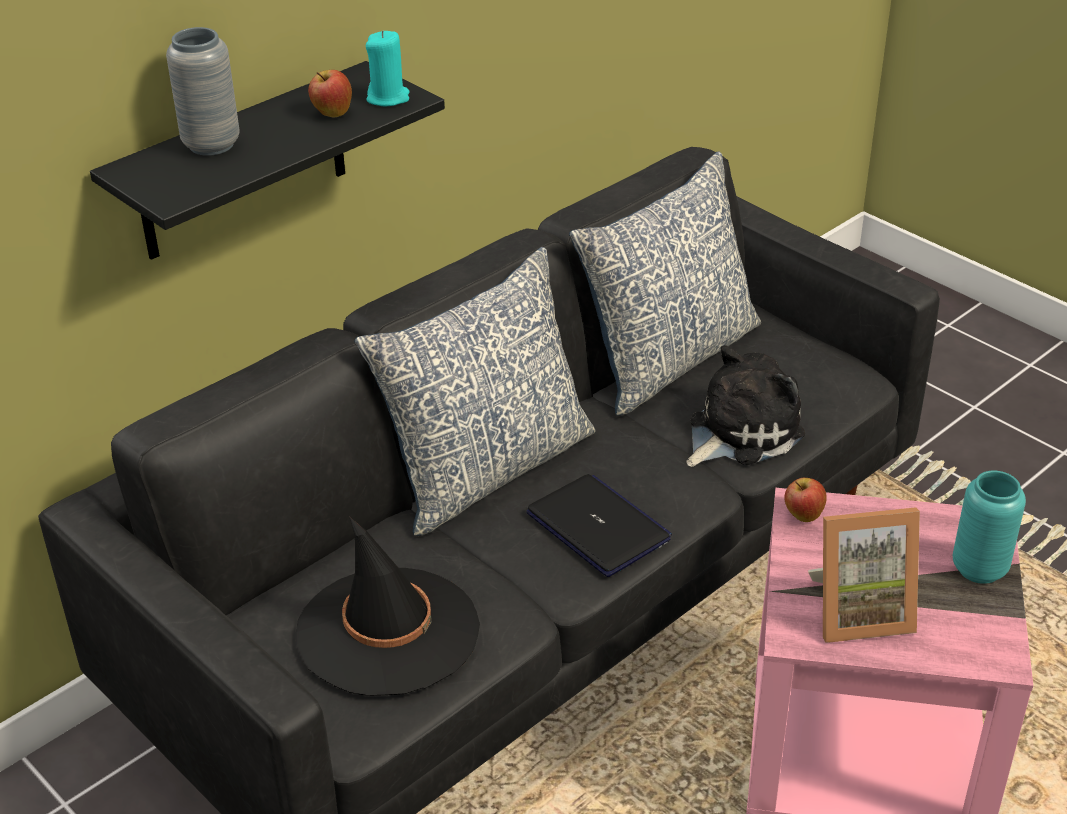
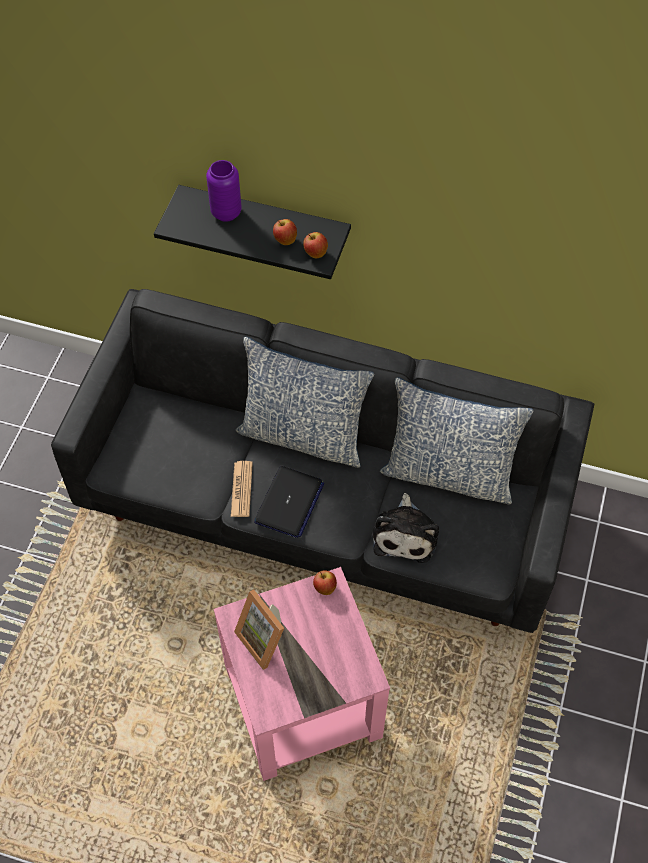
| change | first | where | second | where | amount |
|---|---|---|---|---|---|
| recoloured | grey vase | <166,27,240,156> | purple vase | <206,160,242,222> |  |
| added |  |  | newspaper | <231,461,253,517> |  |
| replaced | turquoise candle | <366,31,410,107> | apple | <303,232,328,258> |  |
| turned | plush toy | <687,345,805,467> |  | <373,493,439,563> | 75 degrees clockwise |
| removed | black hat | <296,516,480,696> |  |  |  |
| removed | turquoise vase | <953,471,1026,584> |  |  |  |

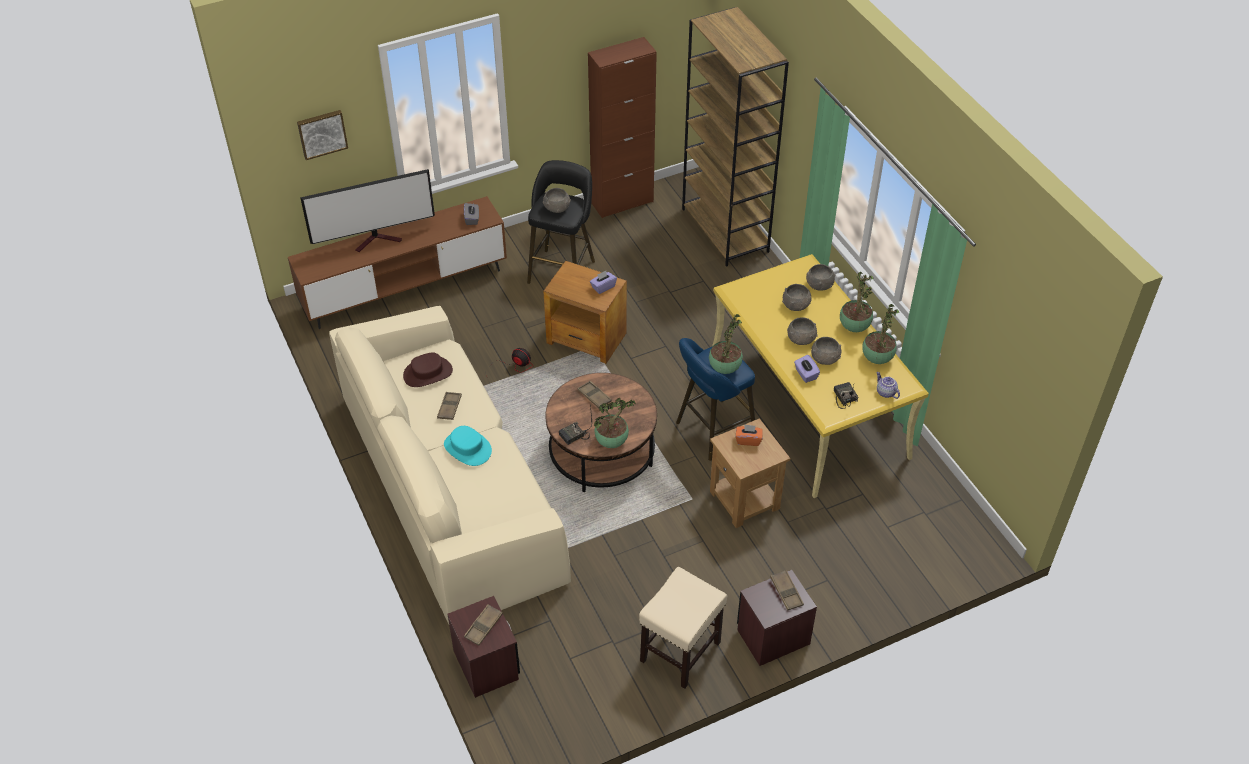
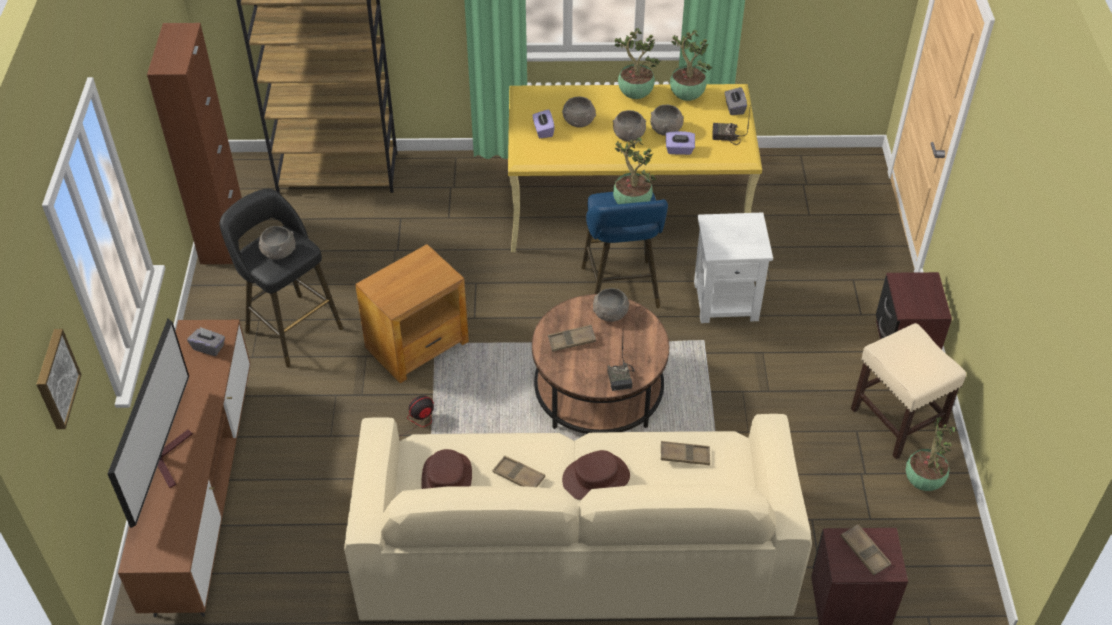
| change | first | where | second | where | amount |
|---|---|---|---|---|---|
| moved | purple tissue box | <590,271,617,294> |  | <533,109,555,138> |  |
| recoloured | turquoise hat | <444,426,492,466> | brown hat | <562,450,630,500> |  |
| moved | grey bowl | <806,264,836,291> |  | <593,288,629,322> |  |
| moved | brown tray | <770,570,804,611> |  | <661,441,710,465> |  |
| recoloured | brown side table | <710,418,790,528> | white side table | <694,213,773,323> |  |
| replaced | teapot | <876,372,900,399> | grey tissue box | <725,87,747,115> |  |
| moved | potted plant | <594,398,636,448> |  | <906,417,956,491> |  |
| removed | orange tissue box | <736,424,763,446> |  |  |  |

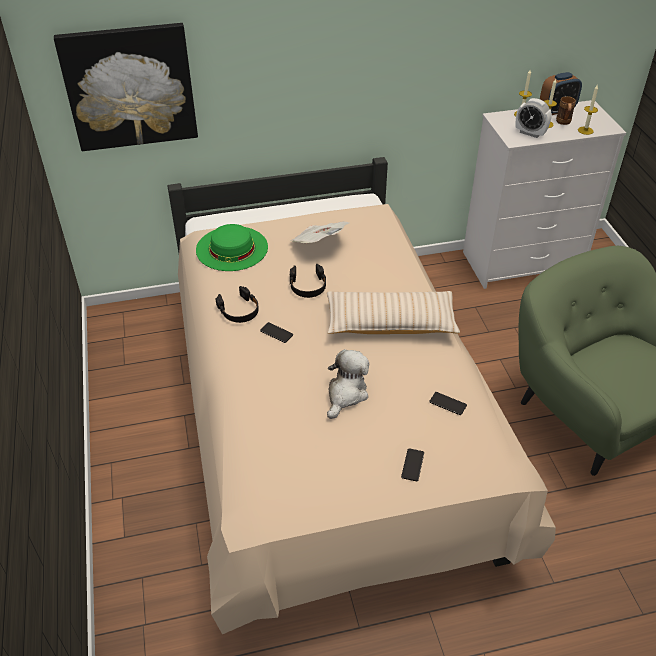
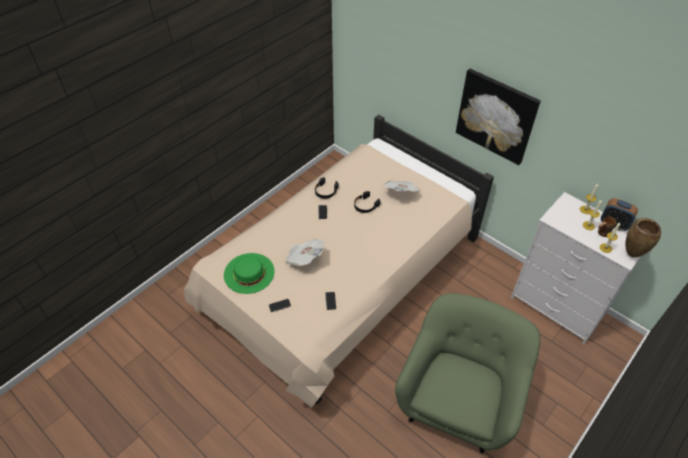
| change | first | where | second | where | amount |
|---|---|---|---|---|---|
| moved | green hat | <196,224,268,271> |  | <224,253,275,294> |  |
| replaced | plush toy | <327,349,369,419> | newspaper | <285,239,324,266> |  |
| moved | picture | <54,23,198,151> |  | <456,69,541,165> |  |
| added |  |  | brown vase | <625,218,661,257> |  |
| removed | beige pillow | <327,291,460,334> |  |  |  |
| removed | alarm clock | <516,98,552,138> |  |  |  |

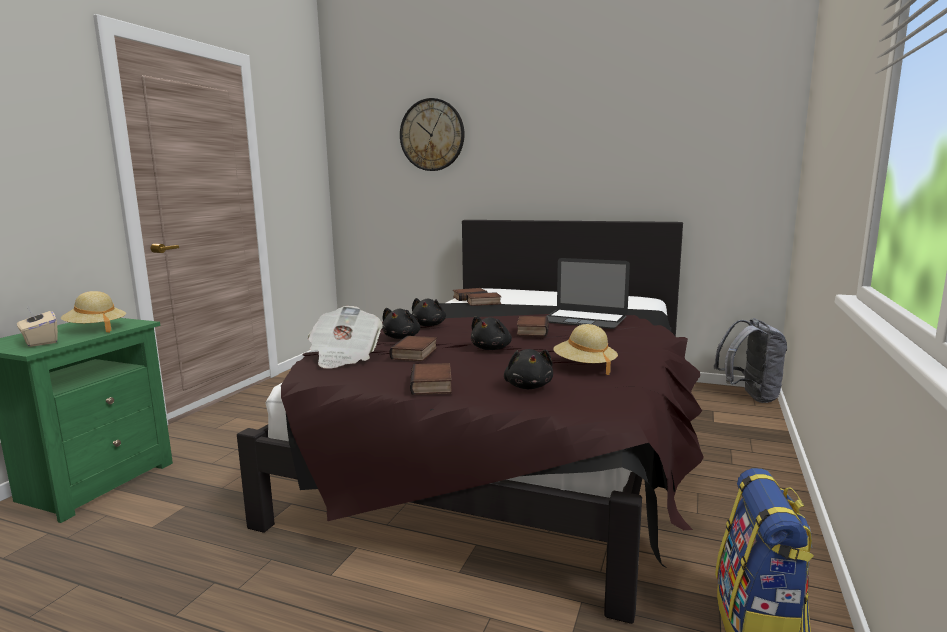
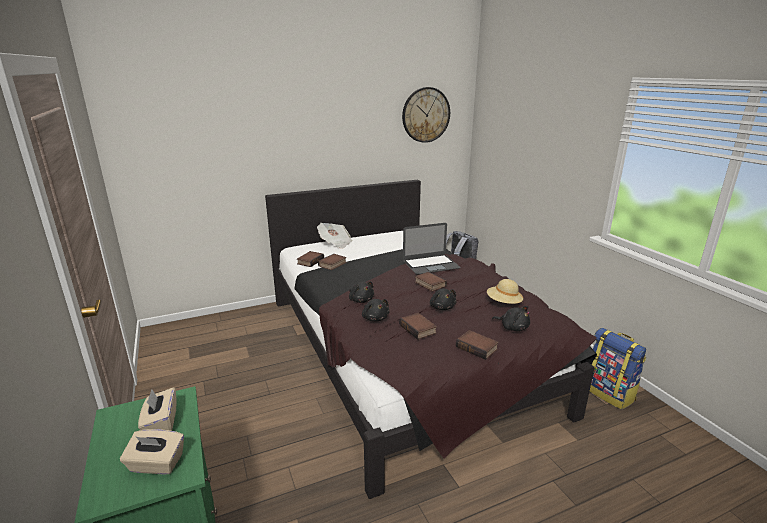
| change | first | where | second | where | amount |
|---|---|---|---|---|---|
| replaced | beige hat | <61,291,126,333> | beige tissue box | <138,387,176,431> |  |
| moved | newspaper | <308,306,383,368> |  | <317,223,353,249> |  |
| moved | wall clock | <400,98,464,171> |  | <402,87,450,143> |  |

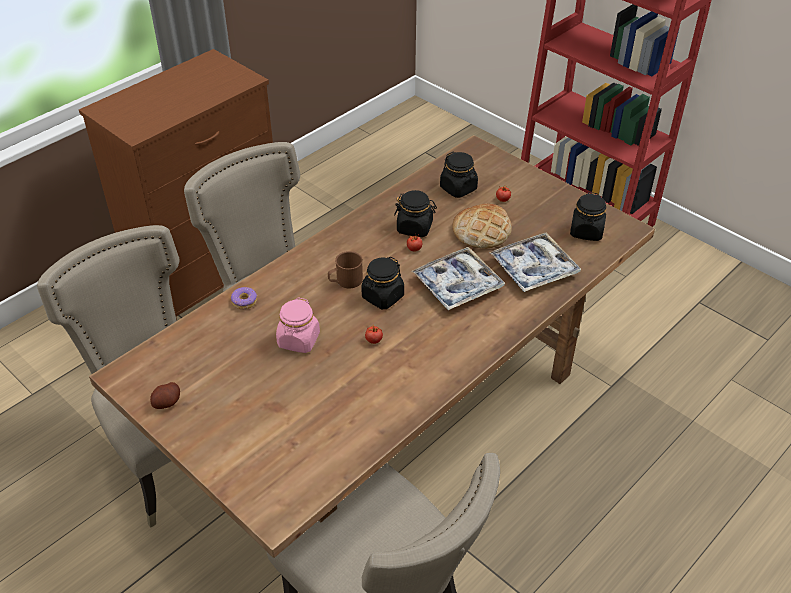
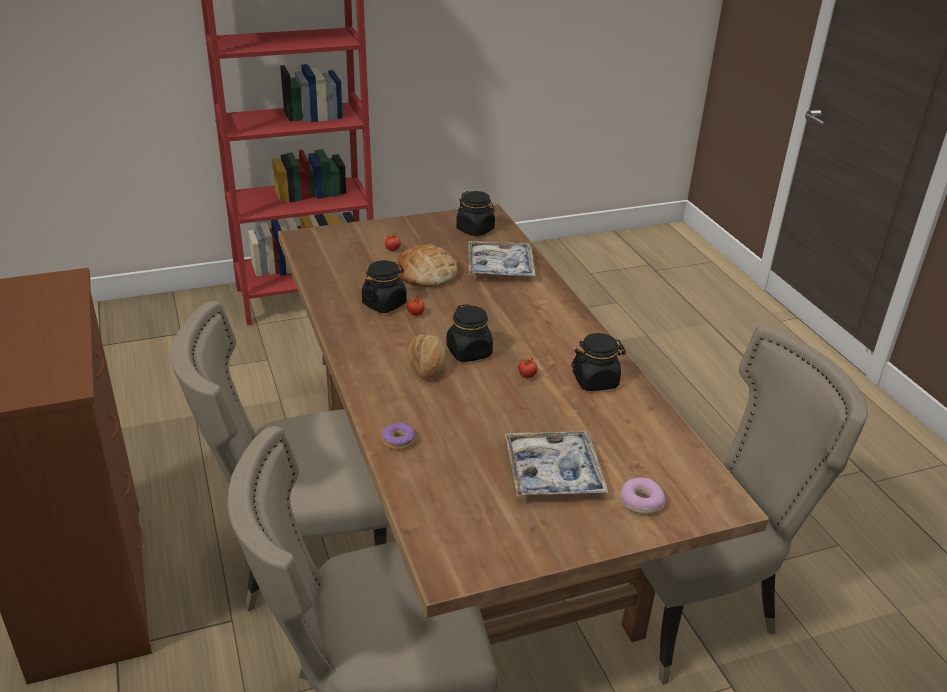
| change | first | where | second | where | amount |
|---|---|---|---|---|---|
| replaced | brown mug | <328,251,363,289> | bread | <408,334,445,380> |  |
| moved | tray | <411,247,505,311> |  | <505,431,608,497> |  |
| moved | black jar | <440,152,478,198> |  | <571,333,626,391> |  |
| added |  |  | donut | <620,478,666,514> |  |
| removed | potato | <150,382,180,409> |  |  |  |
| removed | pink jar | <276,297,320,353> |  |  |  |

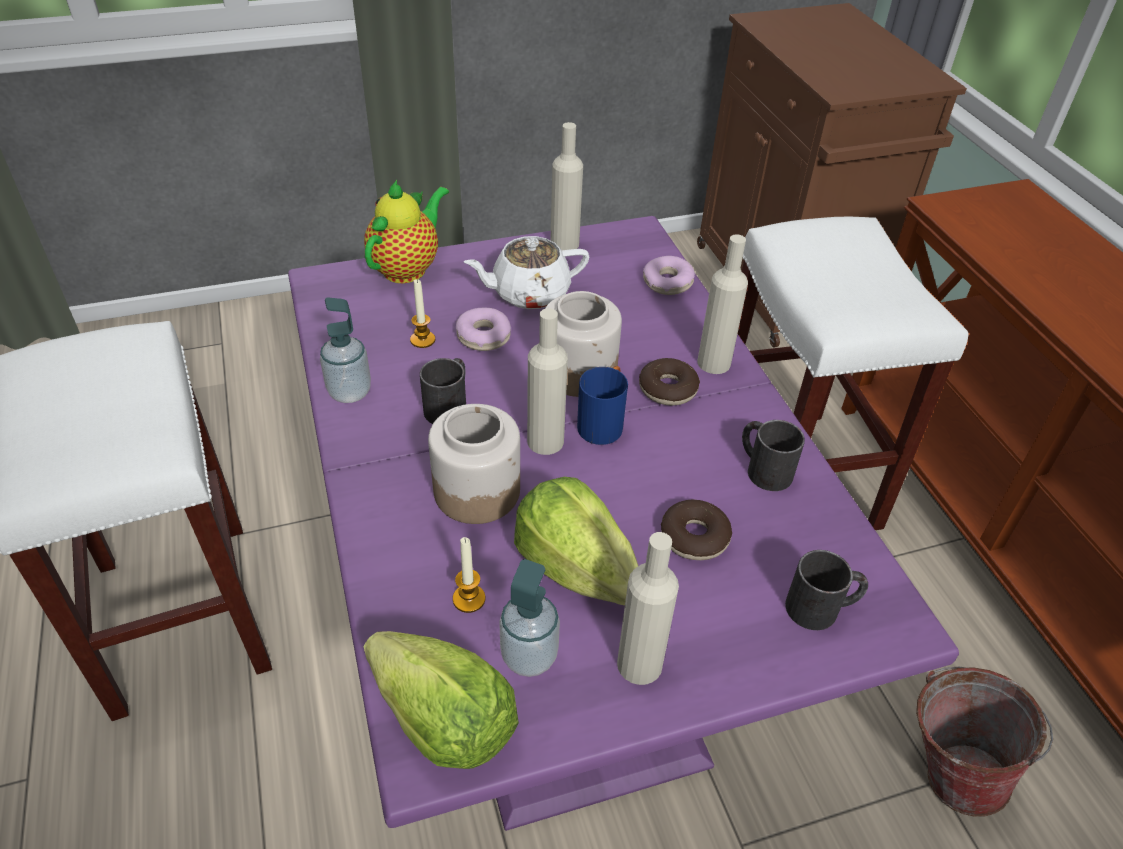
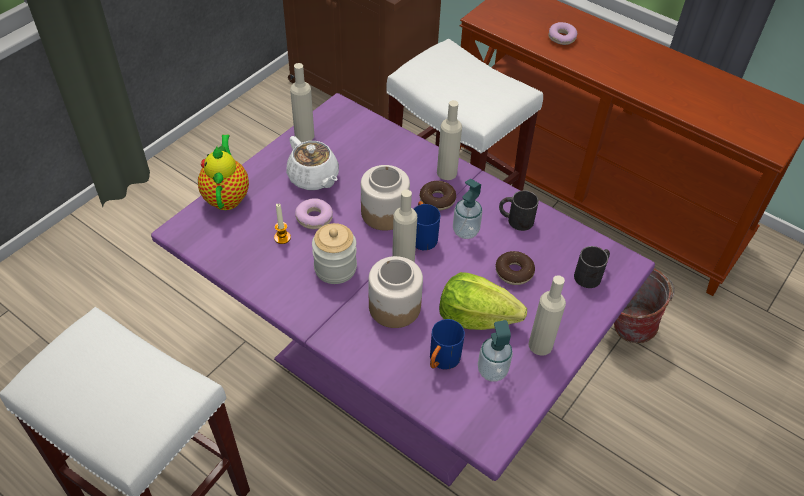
| change | first | where | second | where | amount |
|---|---|---|---|---|---|
| turned | white teapot | <464,236,589,309> |  | <286,136,339,190> | 75 degrees counterclockwise |
| replaced | black mug | <420,358,466,424> | jar | <312,223,357,284> |  |
| replaced | candle | <453,537,485,613> | blue mug | <430,319,465,369> |  |
| moved | soap dispenser | <320,297,371,403> |  | <453,179,482,239> |  |
| moved | donut | <643,256,695,295> |  | <548,22,578,45> |  |
| removed | lettuce | <363,631,519,769> |  |  |  |

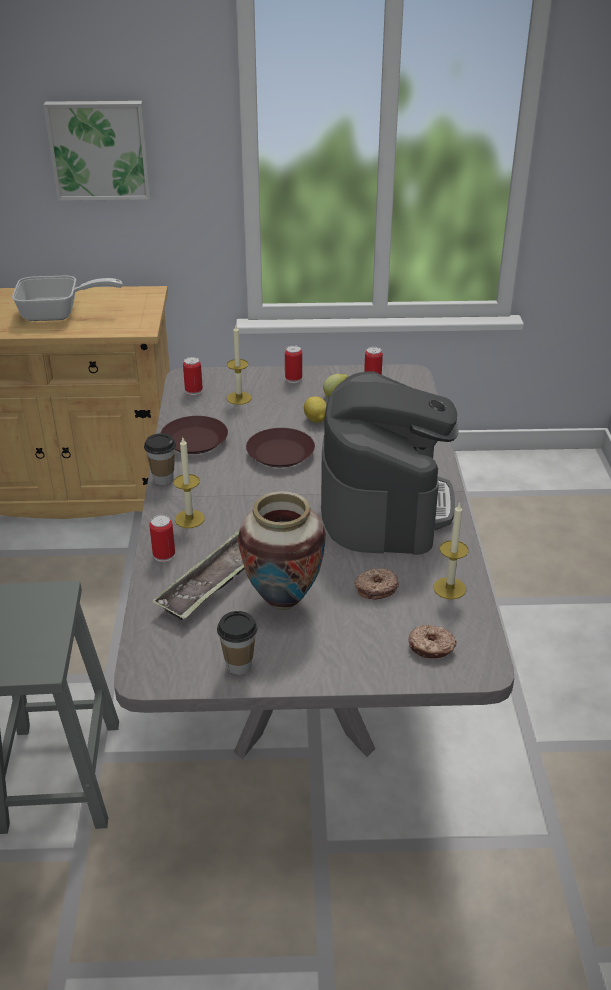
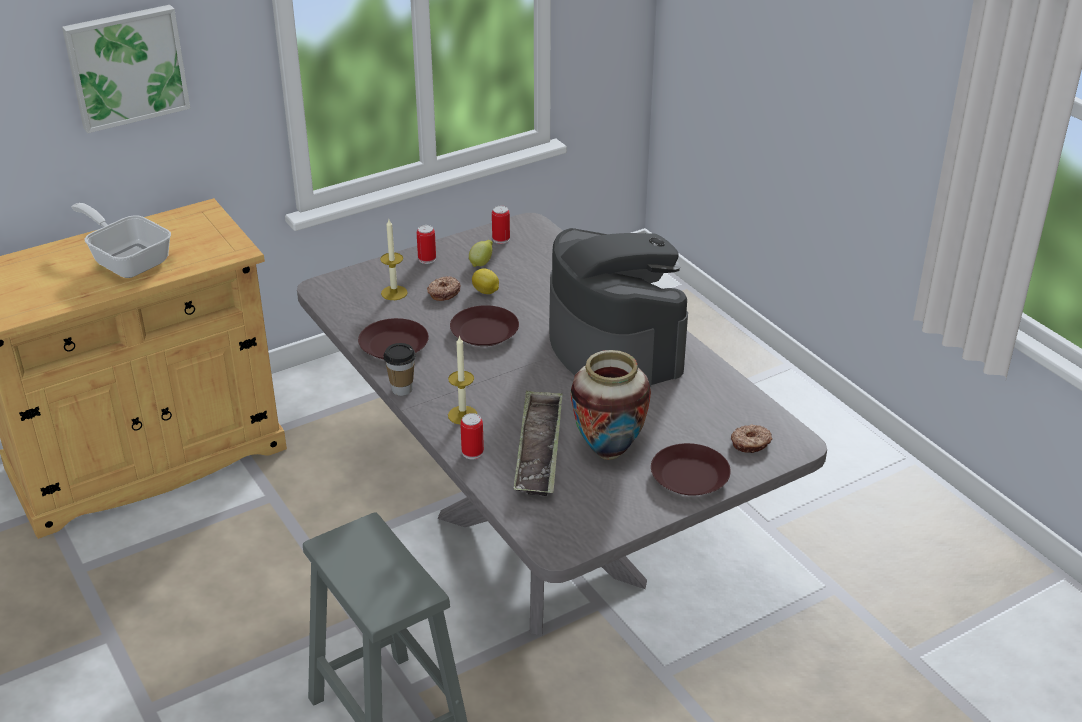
| change | first | where | second | where | amount |
|---|---|---|---|---|---|
| turned | frying pan | <12,276,122,321> |  | <72,203,171,278> | 105 degrees counterclockwise |
| moved | donut | <355,568,399,600> |  | <427,276,461,301> |  |
| added |  |  | brown plate | <651,443,731,496> |  |
| removed | can | <183,357,203,395> |  |  |  |
| removed | cup | <217,611,258,675> |  |  |  |
| removed | candle | <433,502,468,600> |  |  |  |

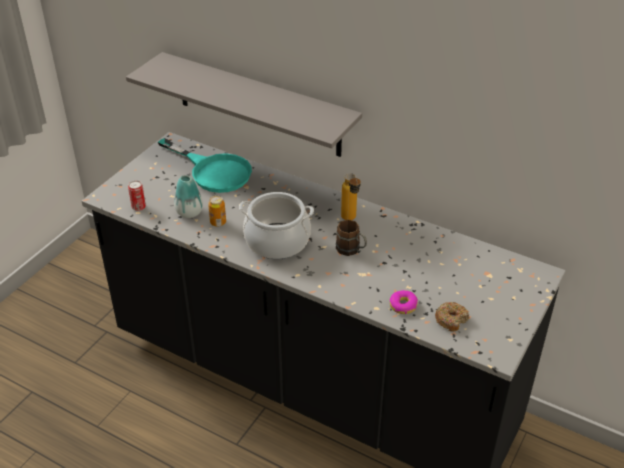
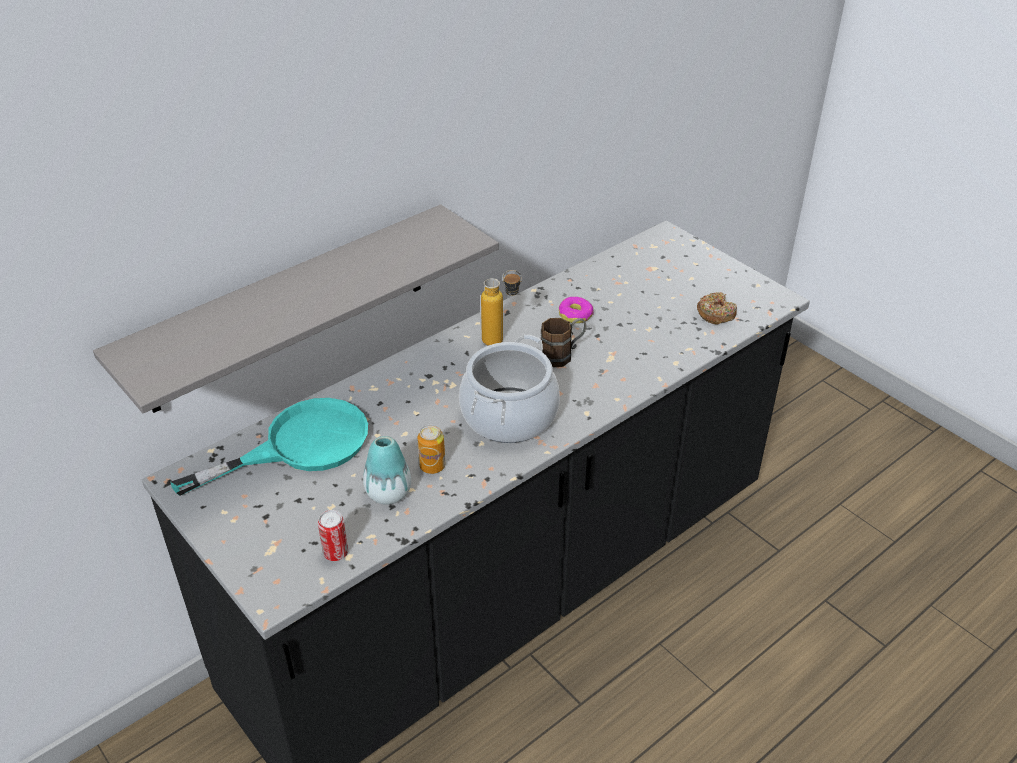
| change | first | where | second | where | amount |
|---|---|---|---|---|---|
| moved | donut | <390,290,418,314> |  | <559,297,594,323> |  |

